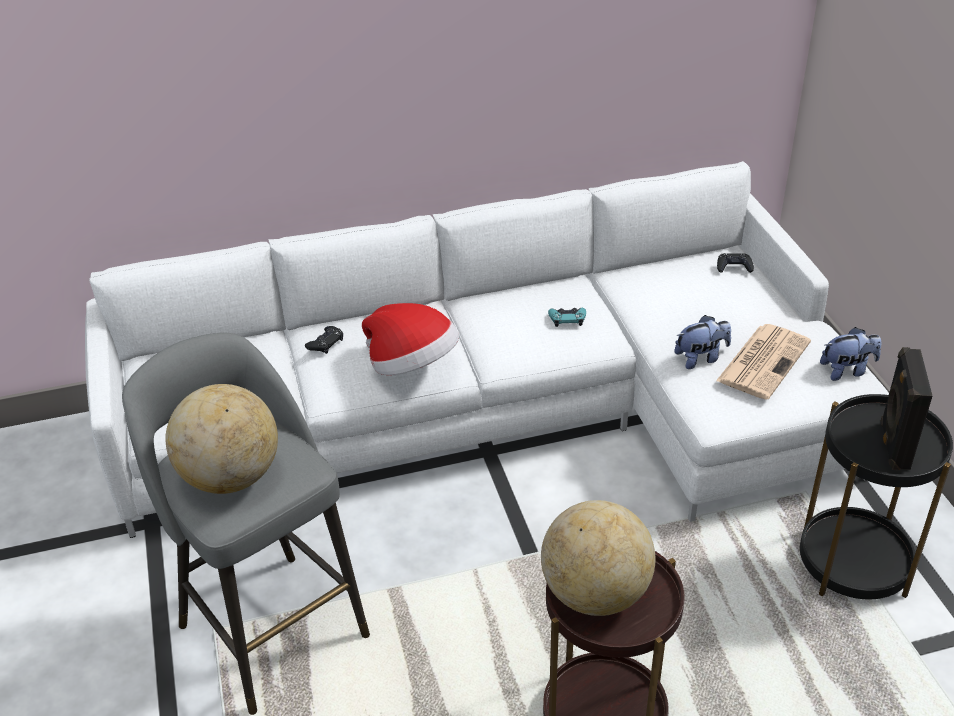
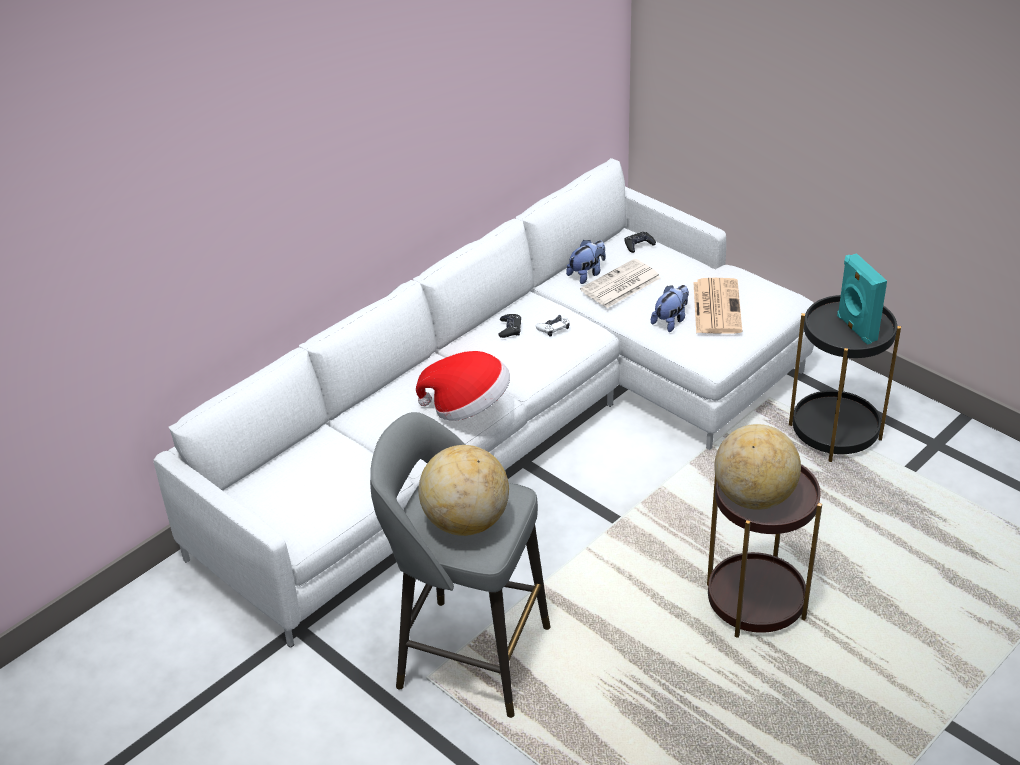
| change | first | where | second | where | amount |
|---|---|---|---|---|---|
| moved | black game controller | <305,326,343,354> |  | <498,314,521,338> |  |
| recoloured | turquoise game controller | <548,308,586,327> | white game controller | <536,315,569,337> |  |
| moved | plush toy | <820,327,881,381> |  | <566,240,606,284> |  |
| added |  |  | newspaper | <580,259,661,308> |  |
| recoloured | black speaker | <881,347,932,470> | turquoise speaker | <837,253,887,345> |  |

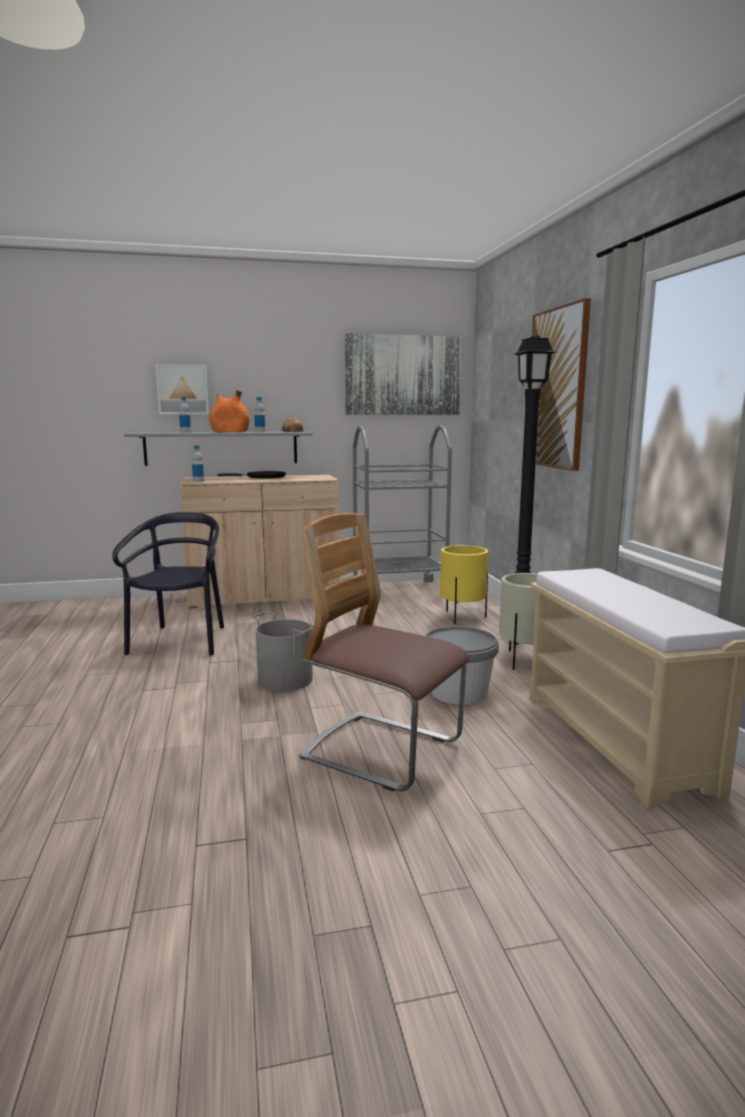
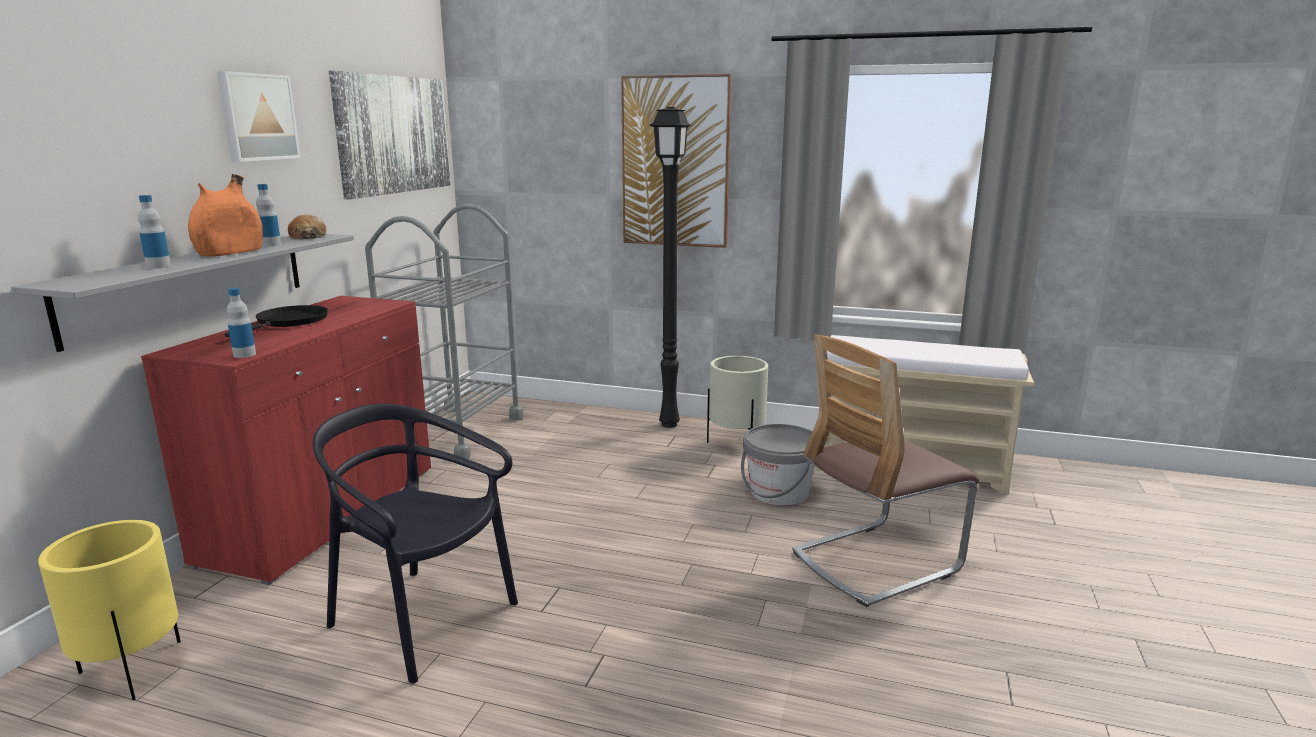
| change | first | where | second | where | amount |
|---|---|---|---|---|---|
| moved | yellow planter | <440,545,488,624> |  | <38,520,181,700> |  |
| recoloured | beige cabinet | <180,475,340,609> | red cabinet | <141,296,431,585> |  |
| moved | picture | <155,364,209,414> |  | <217,71,301,162> |  |
| removed | grey bucket | <251,612,314,691> |  |  |  |

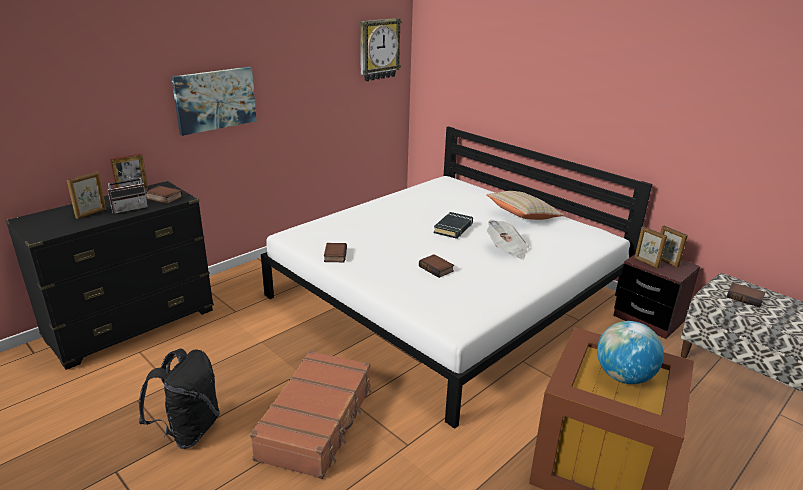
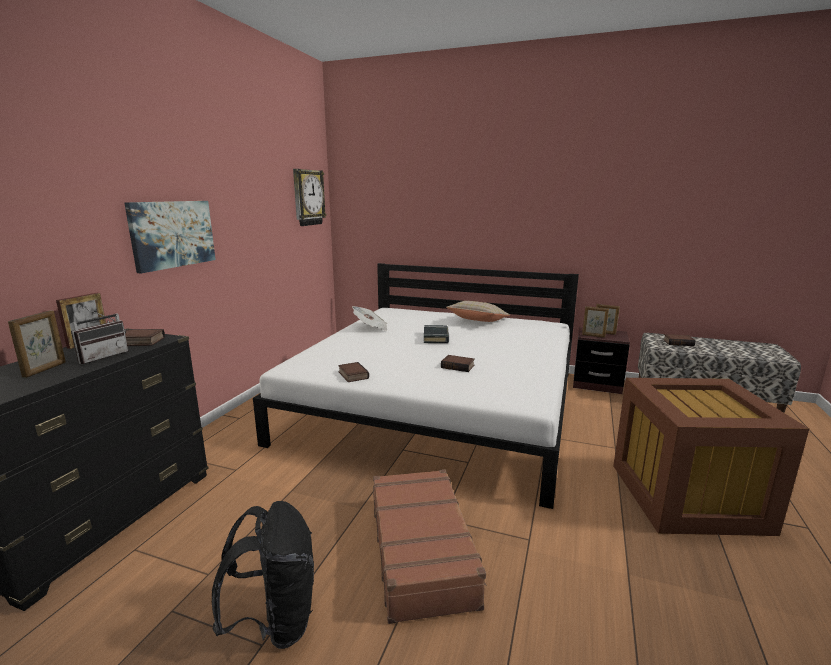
| change | first | where | second | where | amount |
|---|---|---|---|---|---|
| moved | newspaper | <487,220,529,260> |  | <352,306,387,331> |  |
| removed | globe | <597,321,664,384> |  |  |  |

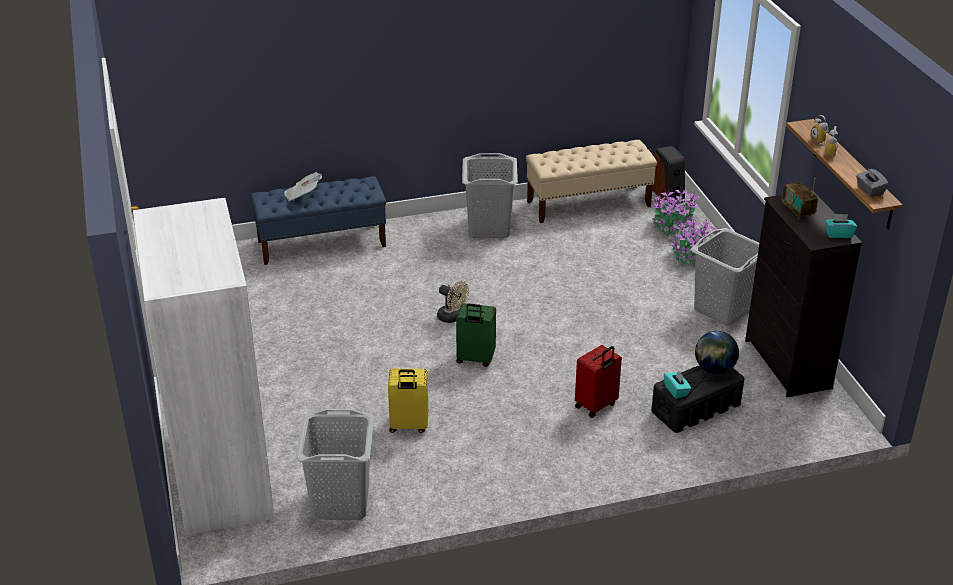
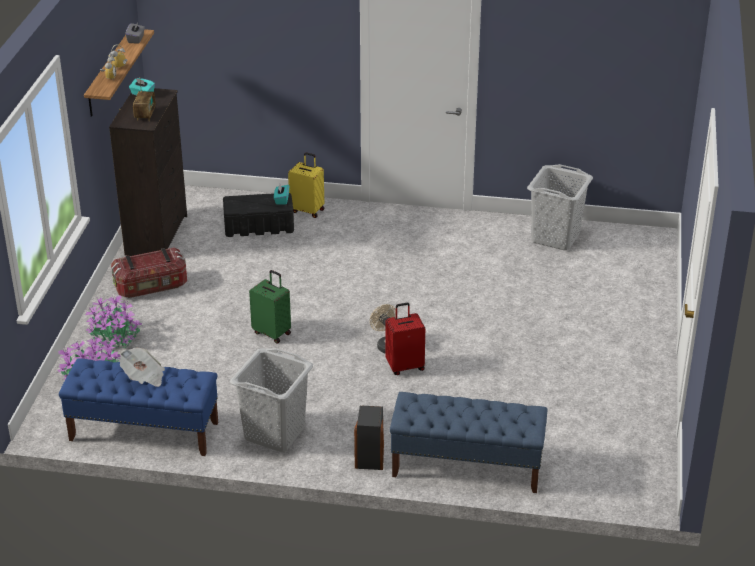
| change | first | where | second | where | amount |
|---|---|---|---|---|---|
| recoloured | beige bench | <526,140,657,223> | blue bench | <59,358,218,456> |  |
| replaced | grey laundry basket | <691,228,759,326> | storage box | <111,247,187,298> |  |
| moved | newspaper | <284,172,322,201> |  | <120,348,165,387> |  |
| moved | green suitcase | <456,303,496,367> |  | <249,270,291,344> |  |
| moved | yellow suitcase | <388,369,428,433> |  | <288,152,324,218> |  |
| moved | speaker | <652,146,685,205> |  | <354,405,384,470> |  |
| moved | red suitcase | <575,345,622,418> |  | <385,303,425,375> |  |
| removed | white wardrobe | <133,198,274,536> |  |  |  |
| removed | globe | <695,331,739,374> |  |  |  |

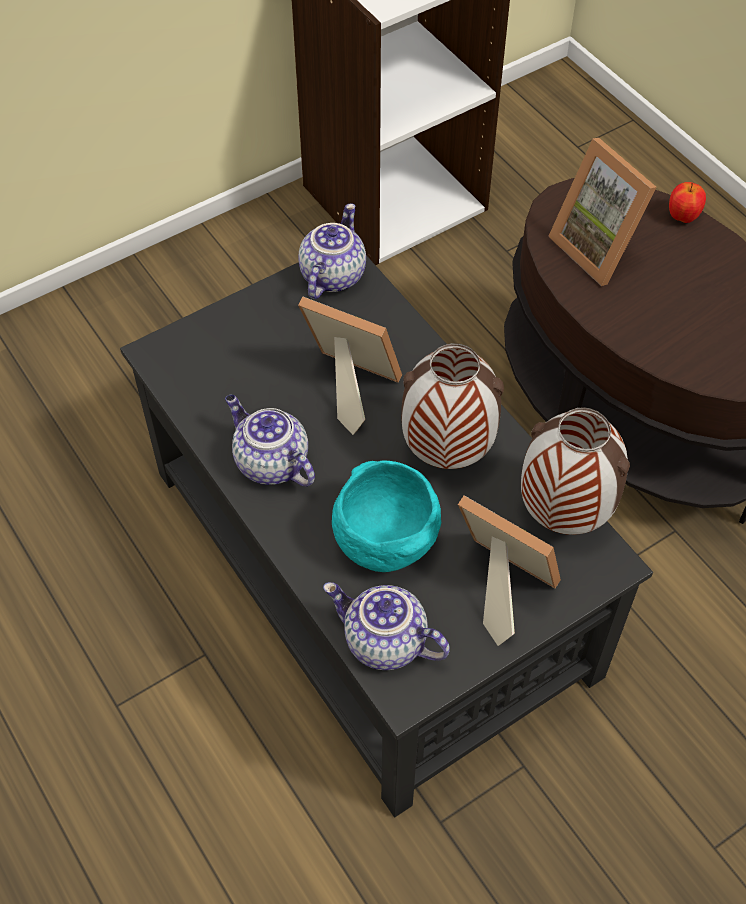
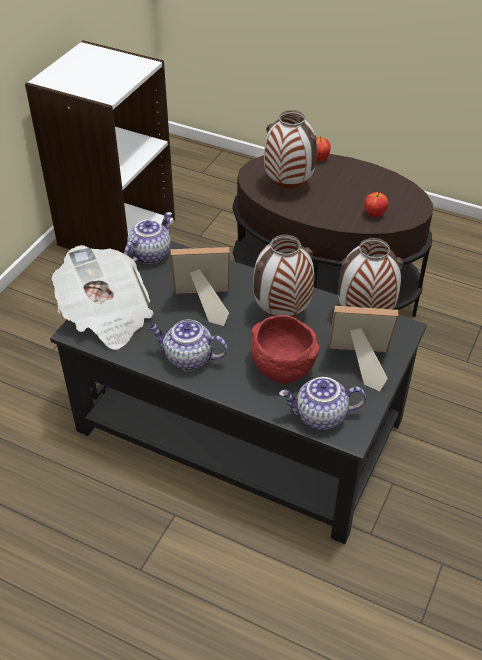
| change | first | where | second | where | amount |
|---|---|---|---|---|---|
| added |  |  | newspaper | <52,245,154,349> |  |
| turned | teapot | <298,204,366,299> |  | <124,212,172,264> | 45 degrees clockwise |
| recoloured | turquoise bowl | <332,460,441,572> | red bowl | <251,315,320,383> |  |
| replaced | picture frame | <548,138,657,286> | vase | <264,110,317,189> |  |
| added |  |  | apple | <364,192,388,218> |  |

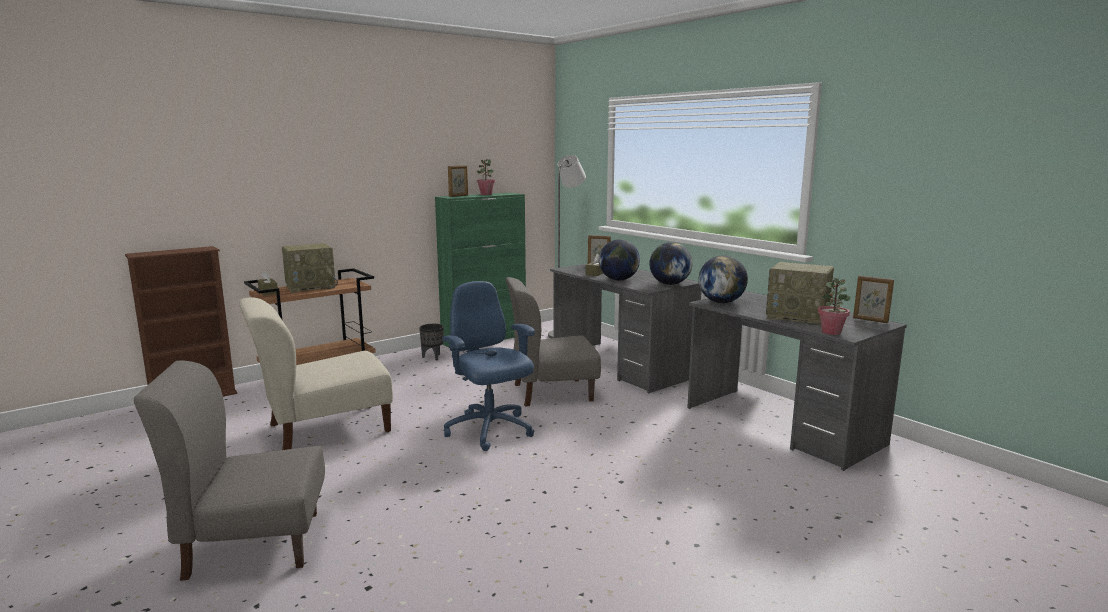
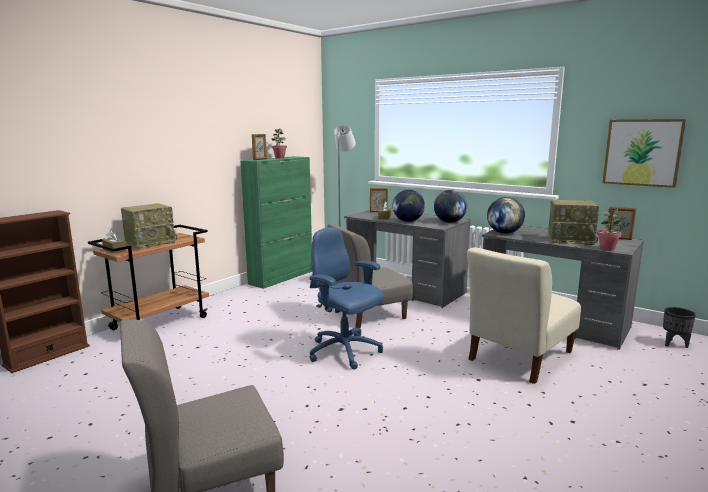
| change | first | where | second | where | amount |
|---|---|---|---|---|---|
| moved | beige chair | <239,297,393,450> |  | <467,247,581,384> |  |
| added |  |  | picture | <603,119,686,188> |  |
| moved | black planter | <419,324,444,360> |  | <663,307,696,348> |  |

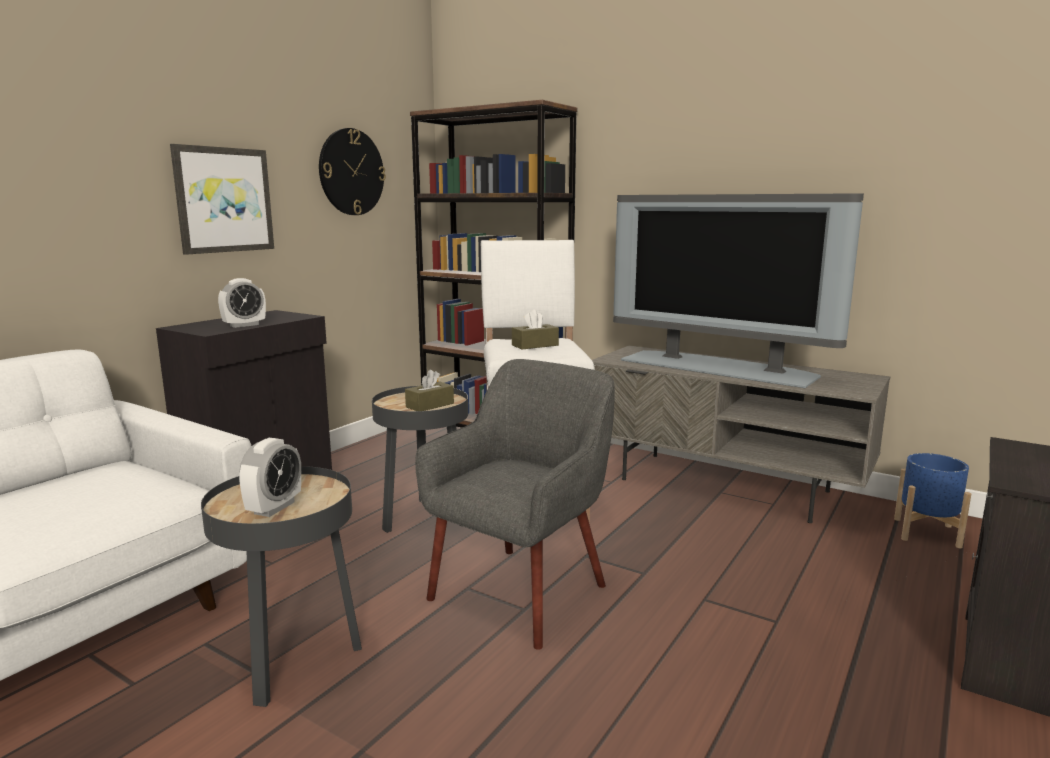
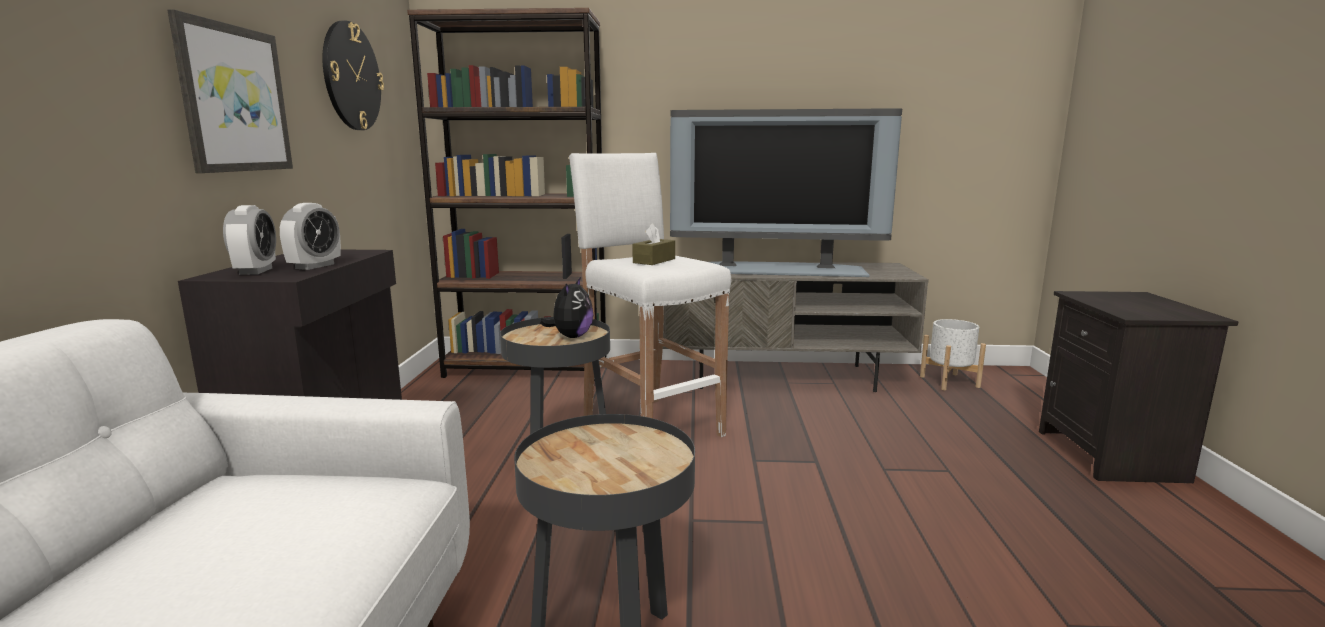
| change | first | where | second | where | amount |
|---|---|---|---|---|---|
| moved | alarm clock | <239,438,301,517> |  | <223,205,276,275> |  |
| replaced | brown tissue box | <405,370,454,411> | plush toy | <540,278,593,338> |  |
| recoloured | blue planter | <894,453,971,548> | white planter | <920,319,986,390> |  |
| removed | grey armchair | <415,359,615,650> |  |  |  |

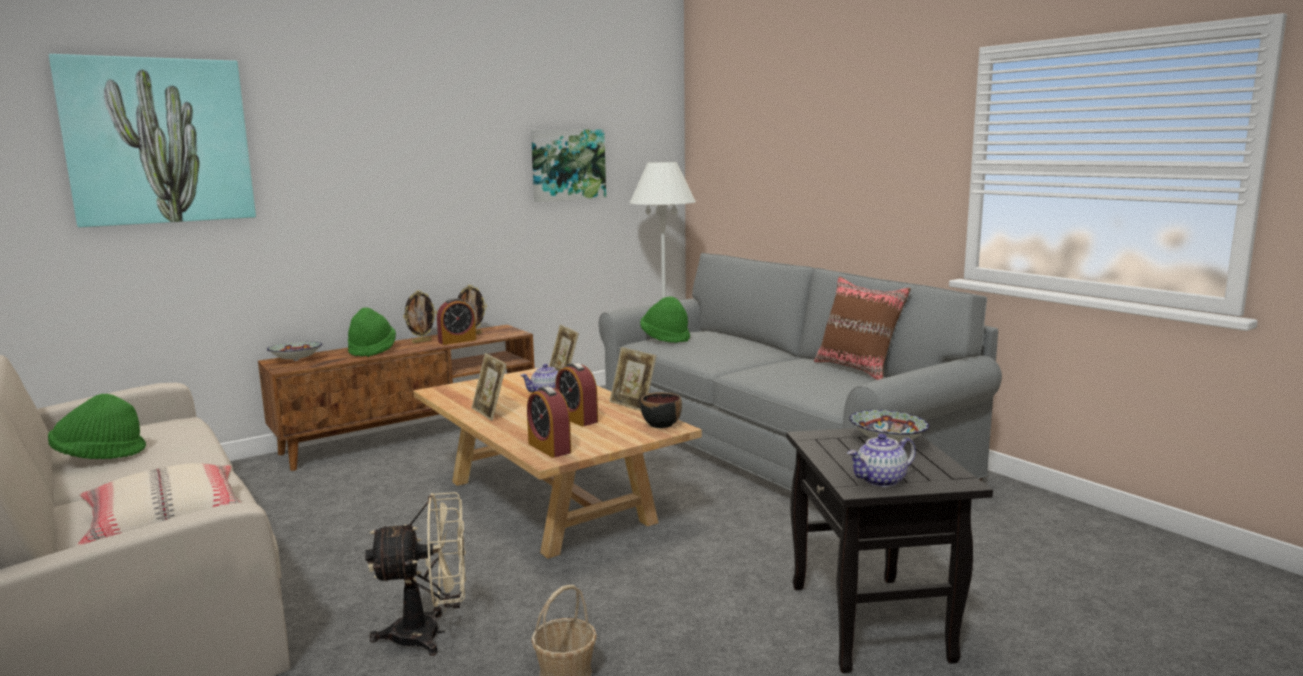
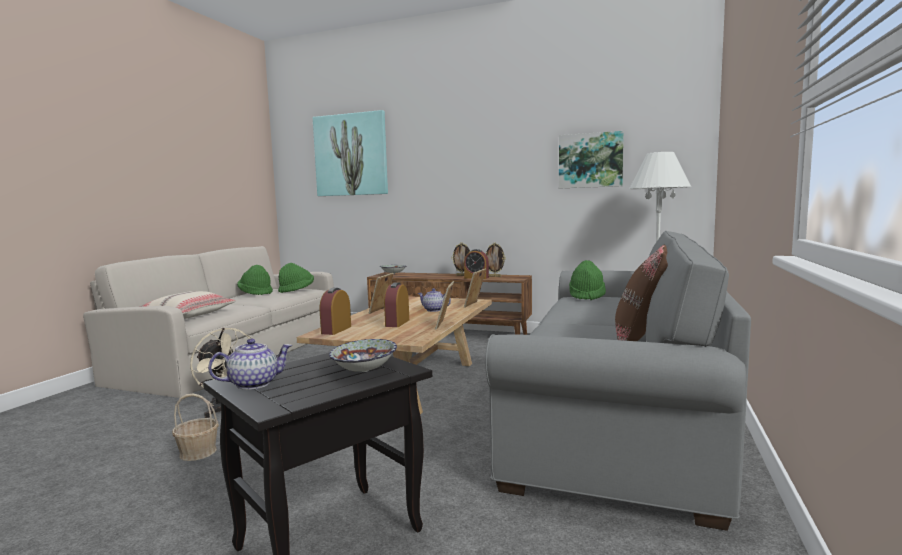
| change | first | where | second | where | amount |
|---|---|---|---|---|---|
| turned | teapot | <848,434,916,487> |  | <208,339,292,390> | 120 degrees clockwise |
| moved | green hat | <348,307,396,357> |  | <278,263,314,293> |  |
| removed | black bowl | <641,392,682,428> |  |  |  |

